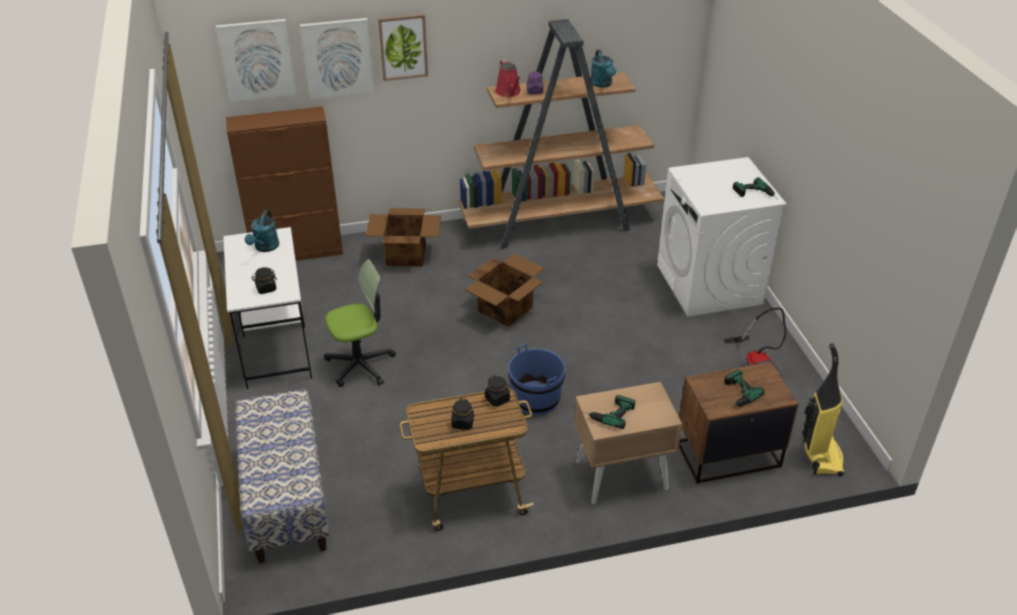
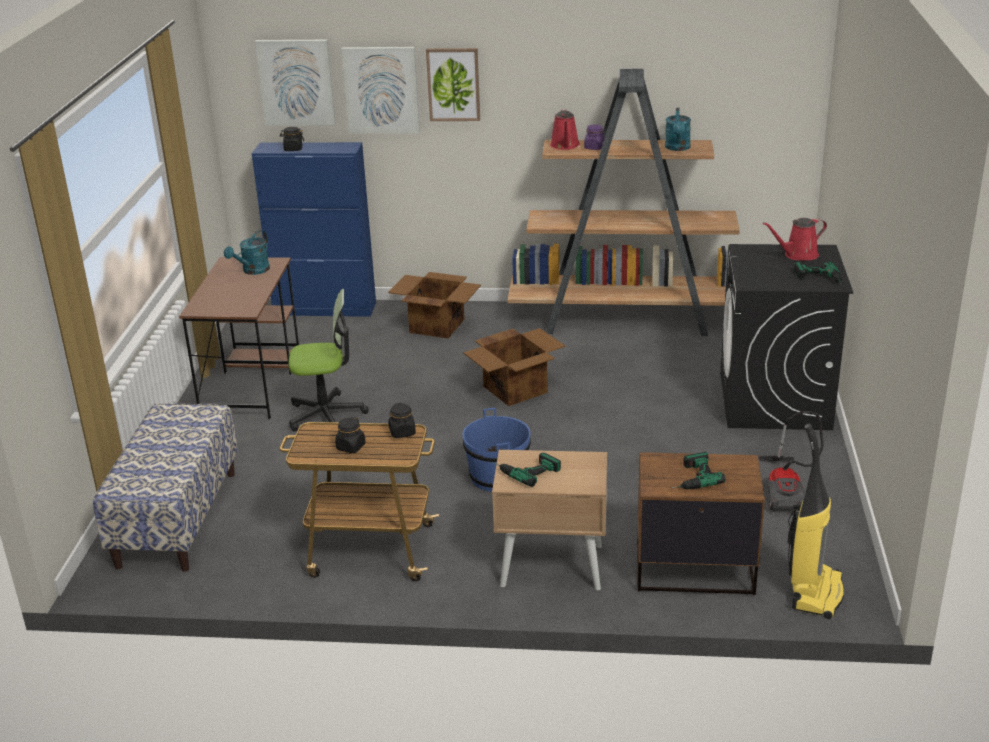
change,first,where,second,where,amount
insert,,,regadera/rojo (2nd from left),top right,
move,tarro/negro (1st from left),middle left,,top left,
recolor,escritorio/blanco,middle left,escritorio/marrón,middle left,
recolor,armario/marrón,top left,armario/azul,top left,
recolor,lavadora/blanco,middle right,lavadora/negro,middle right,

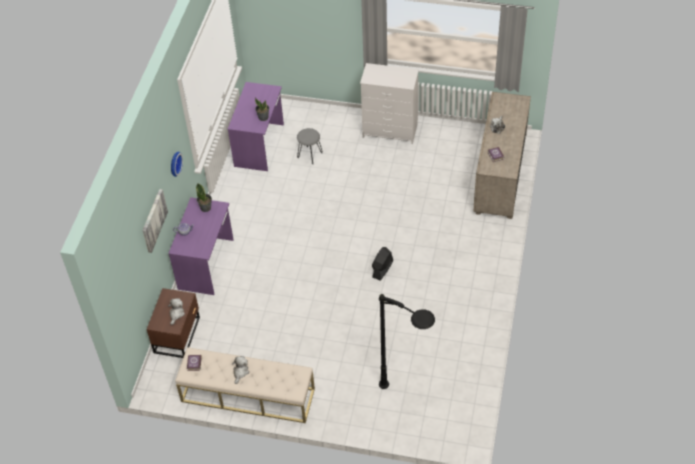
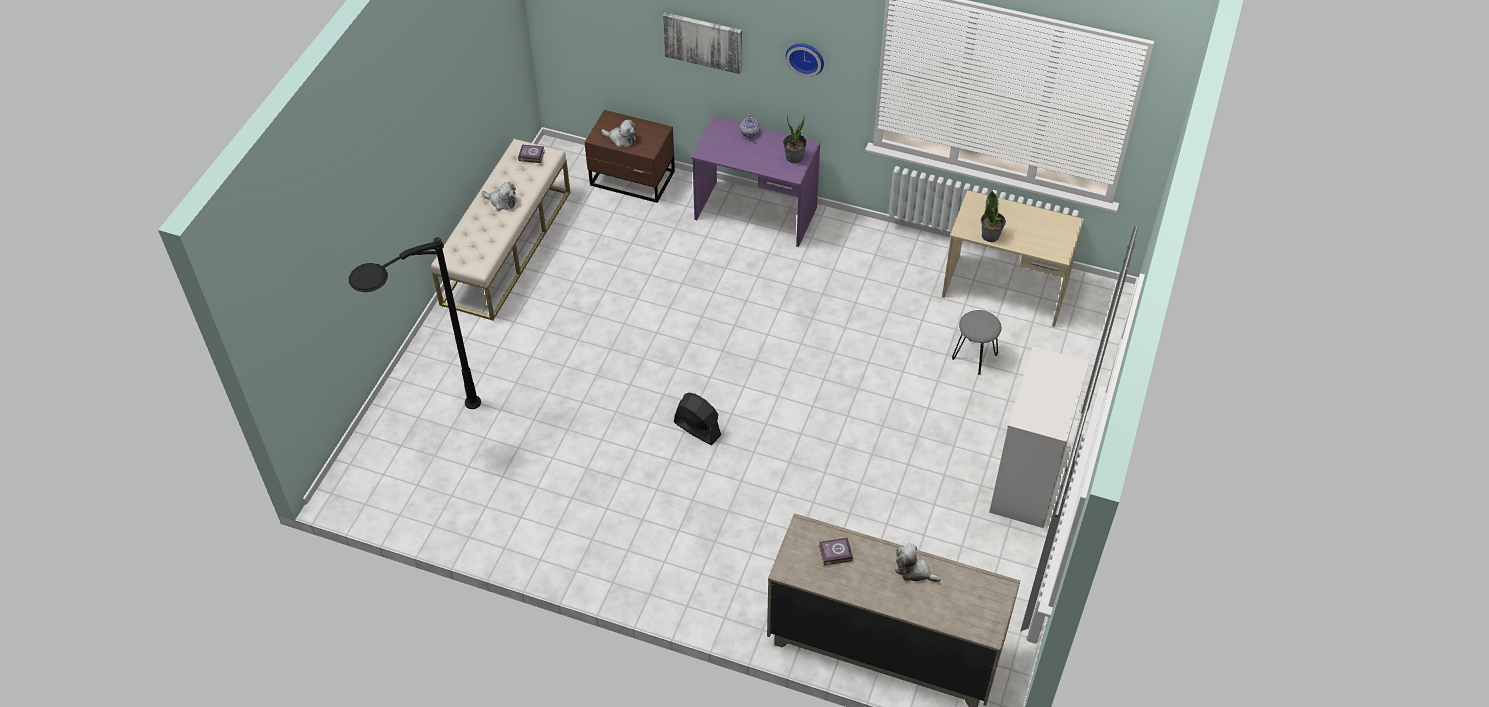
change,first,where,second,where,amount
recolor,escritorio/morado (2nd from left),top centre,escritorio/beis,middle right,

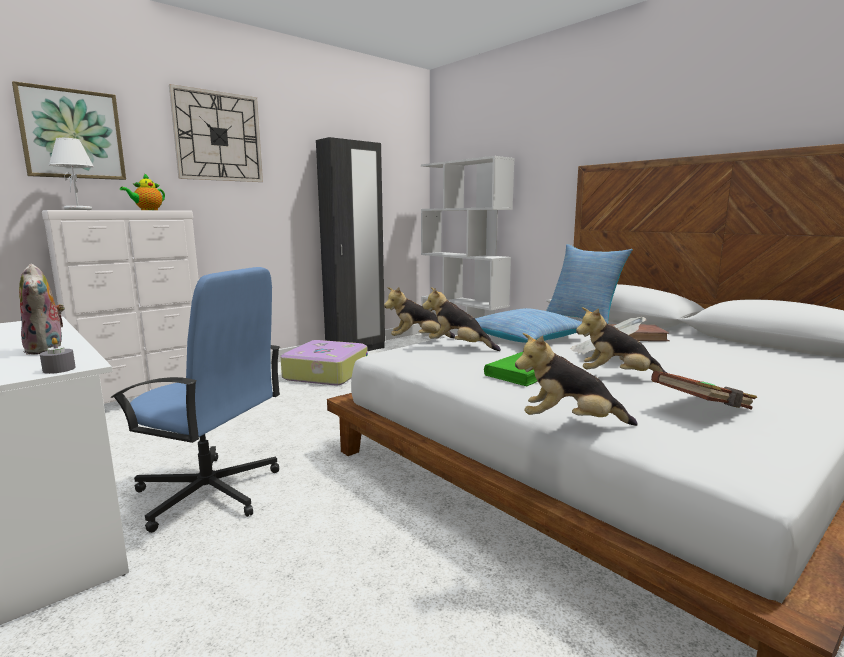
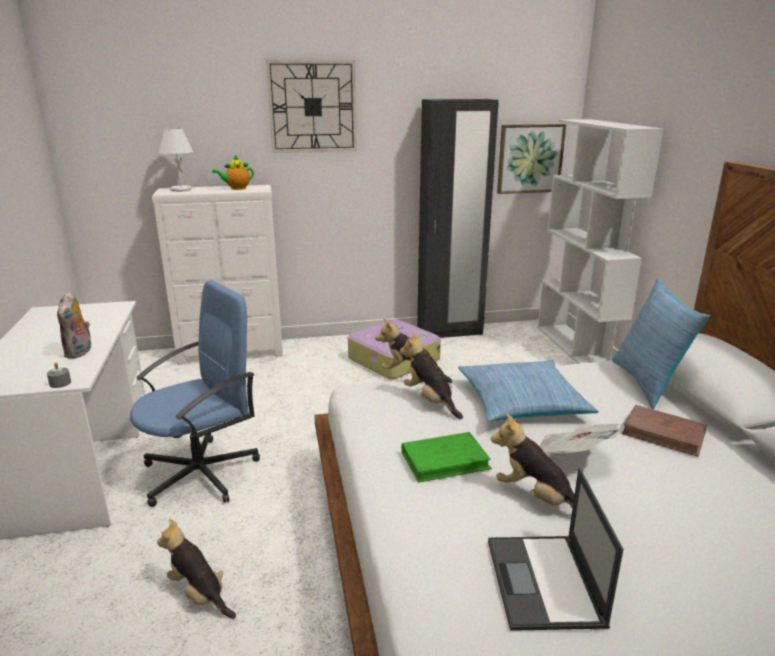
change,first,where,second,where,amount
move,cuadro,top left,,top right,
move,peluche (4th from left in the first image),middle right,peluche (2nd from left),bottom left,
replace,libro/marrón (2nd from left),middle right,portátil,bottom right,
rotate,silla de oficina/azul,middle left,,middle left,90 degrees counterclockwise

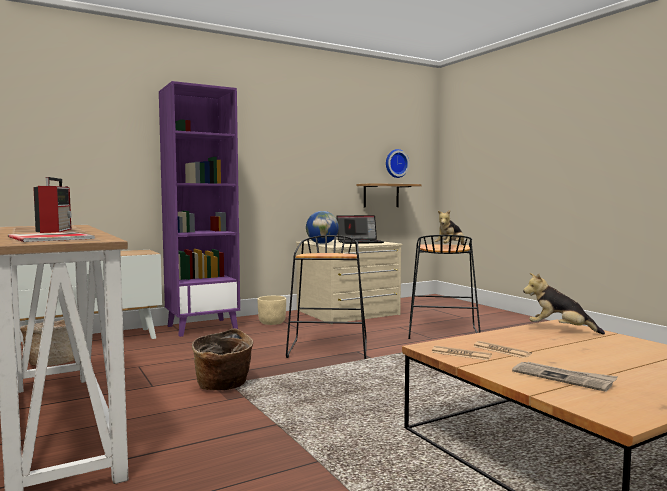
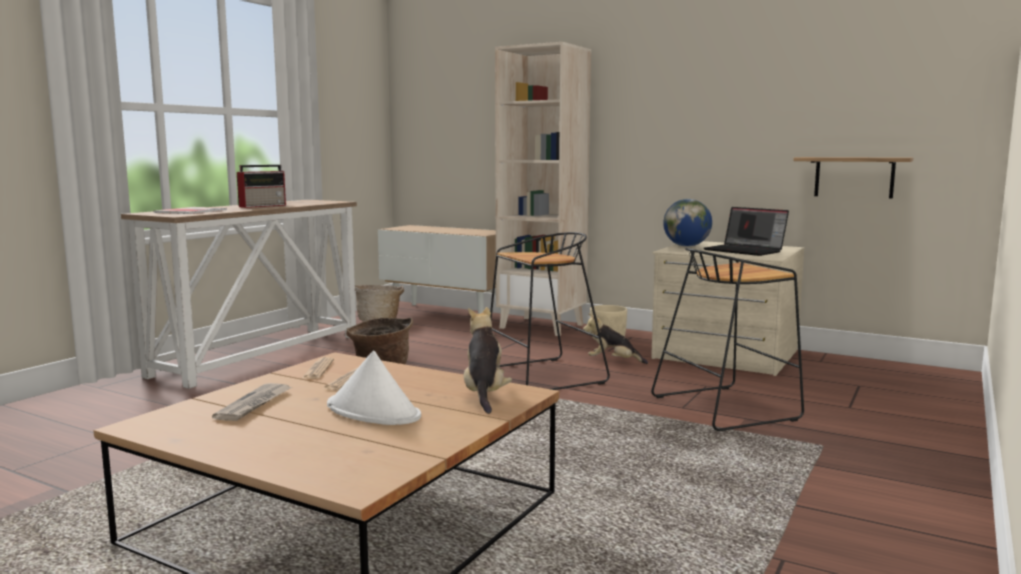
change,first,where,second,where,amount
delete,reloj de pared,top centre,,,
insert,,,sombrero/blanco,bottom centre,
move,peluche (1st from left in the first image),middle right,peluche (2nd from left),centre,
recolor,estantería/morado,middle left,estantería/beis,top centre,

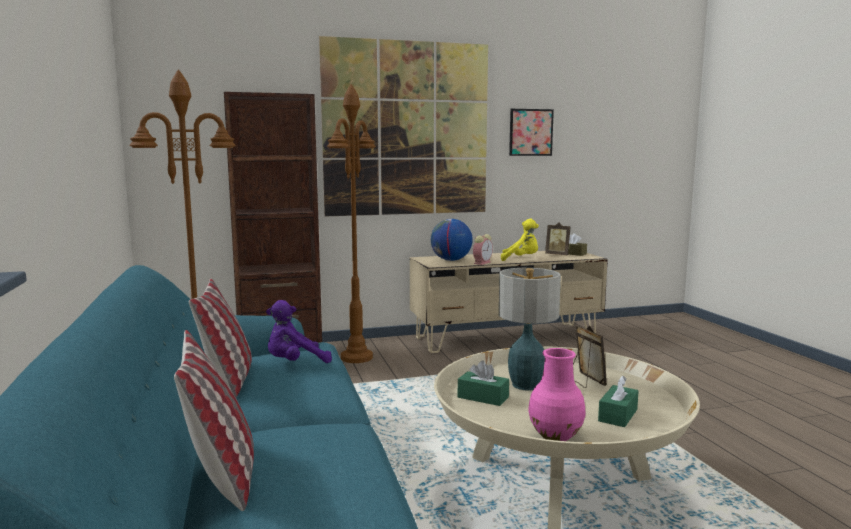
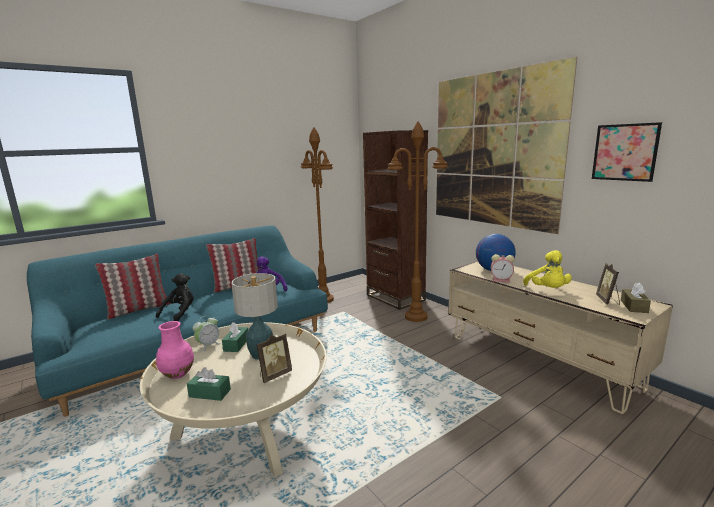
change,first,where,second,where,amount
insert,,,peluche/negro,middle left,
insert,,,despertador (1st from left),middle left,

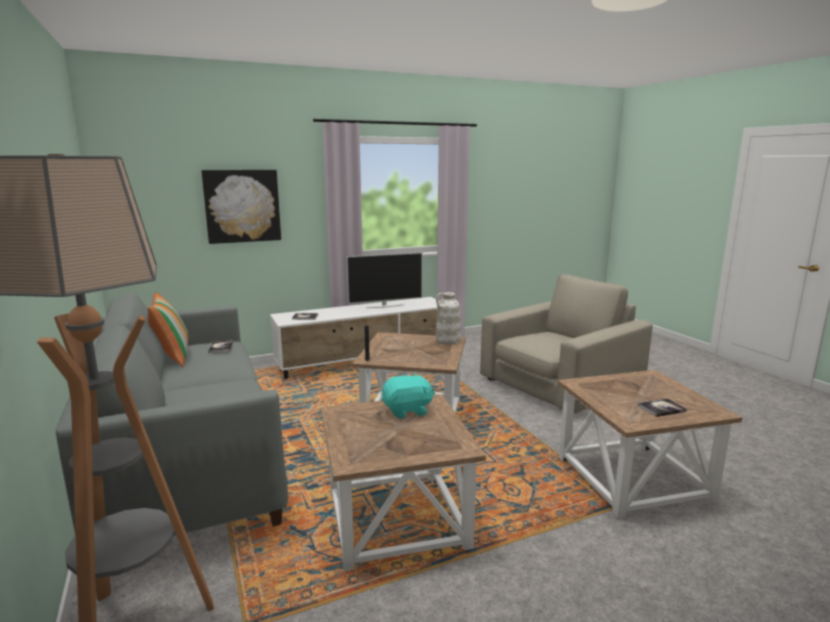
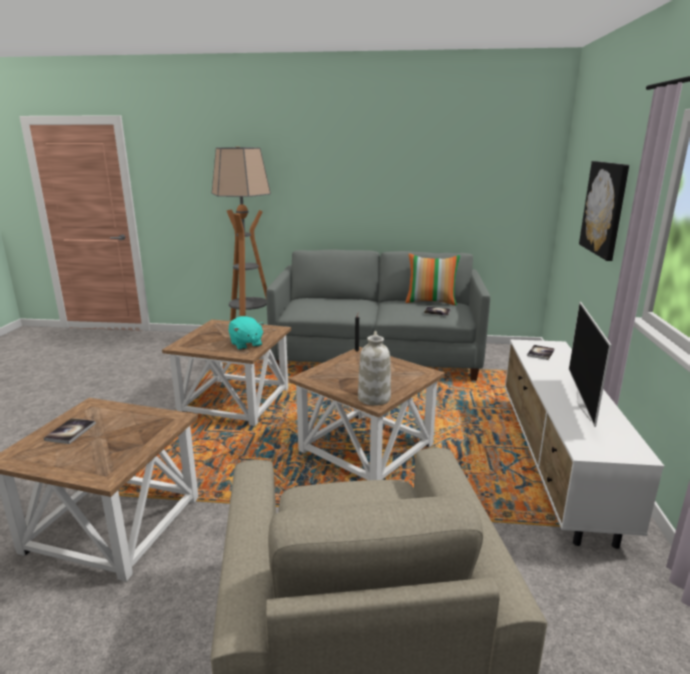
change,first,where,second,where,amount
rotate,peluche/turquesa,centre,,centre,45 degrees counterclockwise

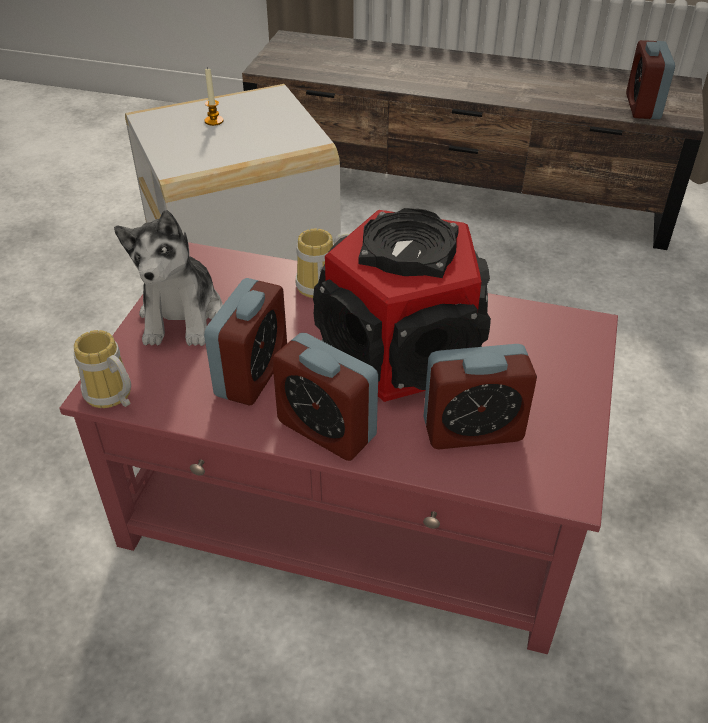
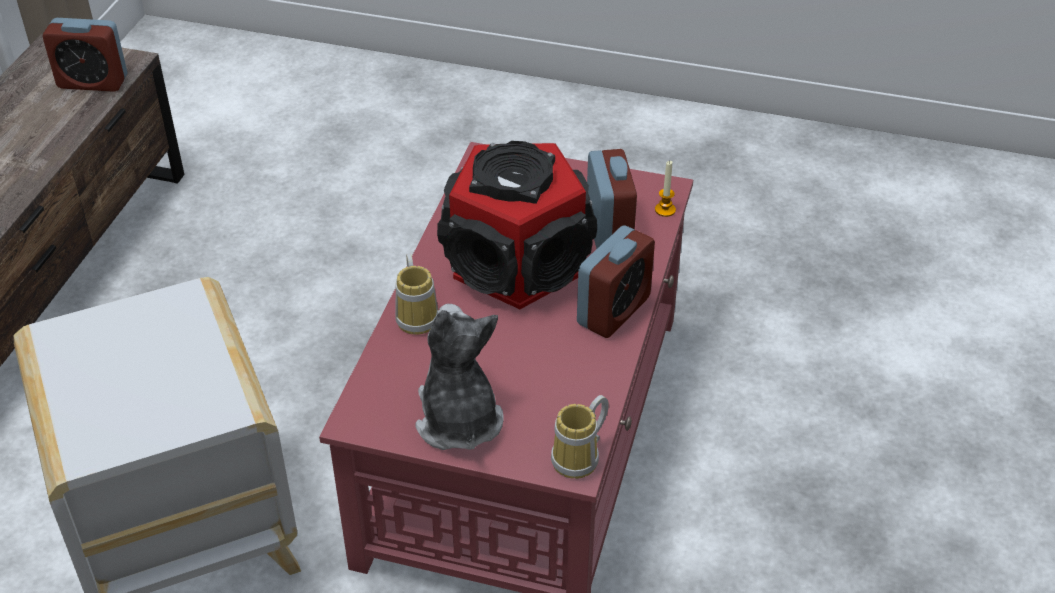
change,first,where,second,where,amount
delete,despertador (1st from left),centre,,,
move,vela,top left,,top centre,
rotate,peluche,middle left,,centre,105 degrees counterclockwise

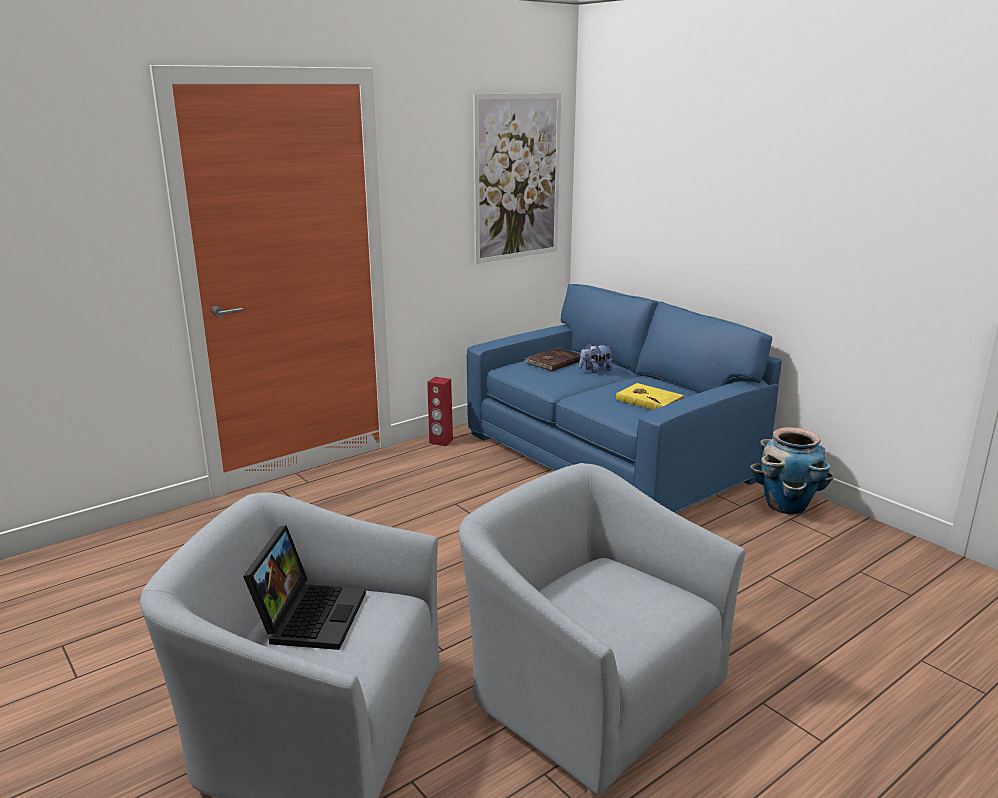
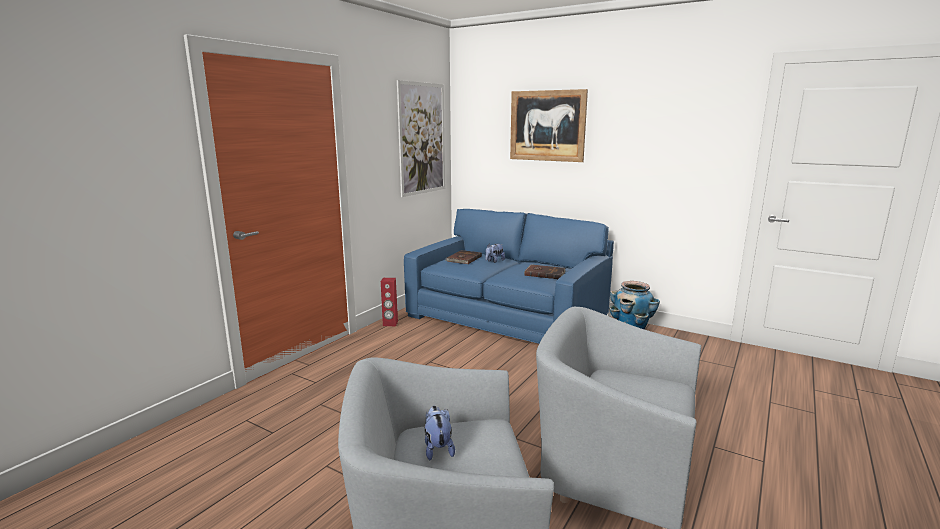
change,first,where,second,where,amount
insert,,,cuadro (2nd from left),top centre,
replace,portátil,bottom left,peluche (1st from left),bottom centre,
recolor,libro/amarillo,centre,libro/marrón (2nd from left),centre,

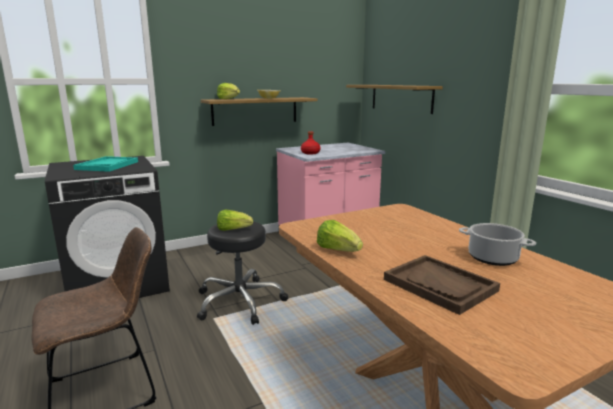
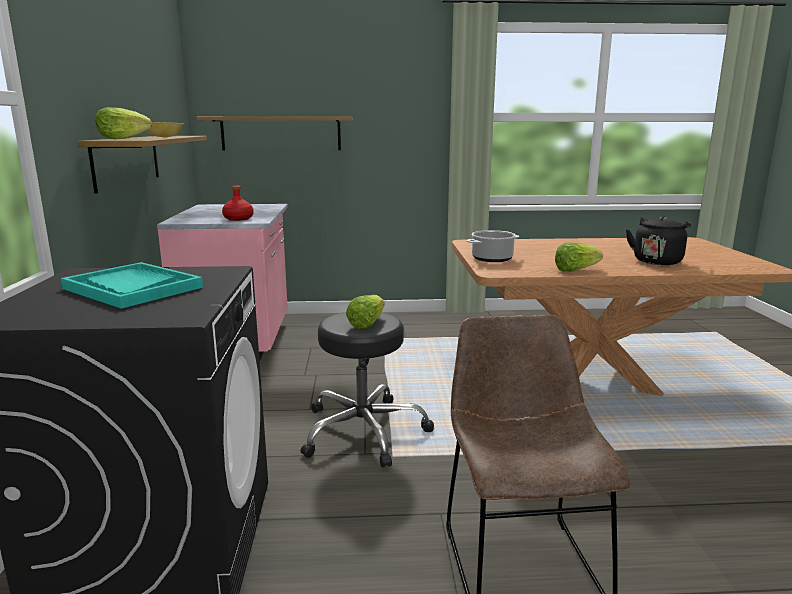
change,first,where,second,where,amount
move,olla,middle right,,centre,
replace,bandeja/marrón,bottom right,hervidor/negro,middle right,

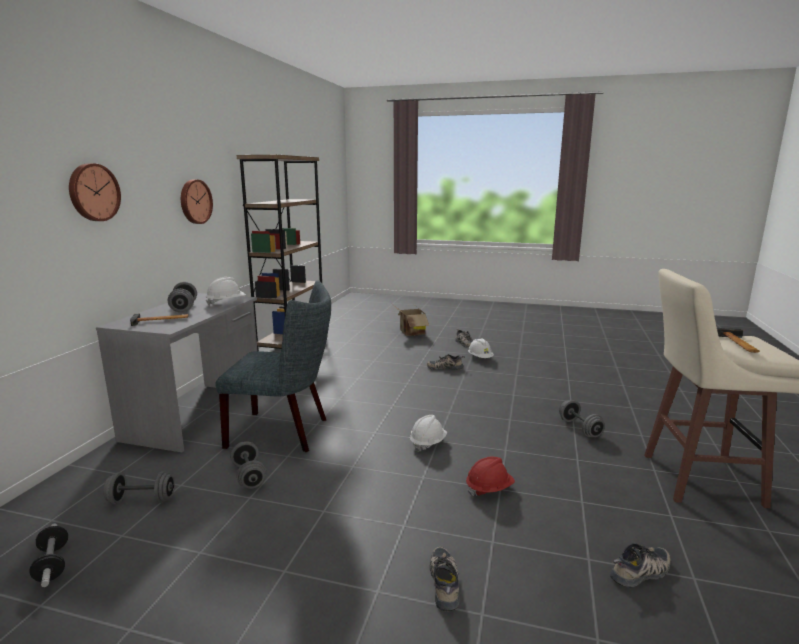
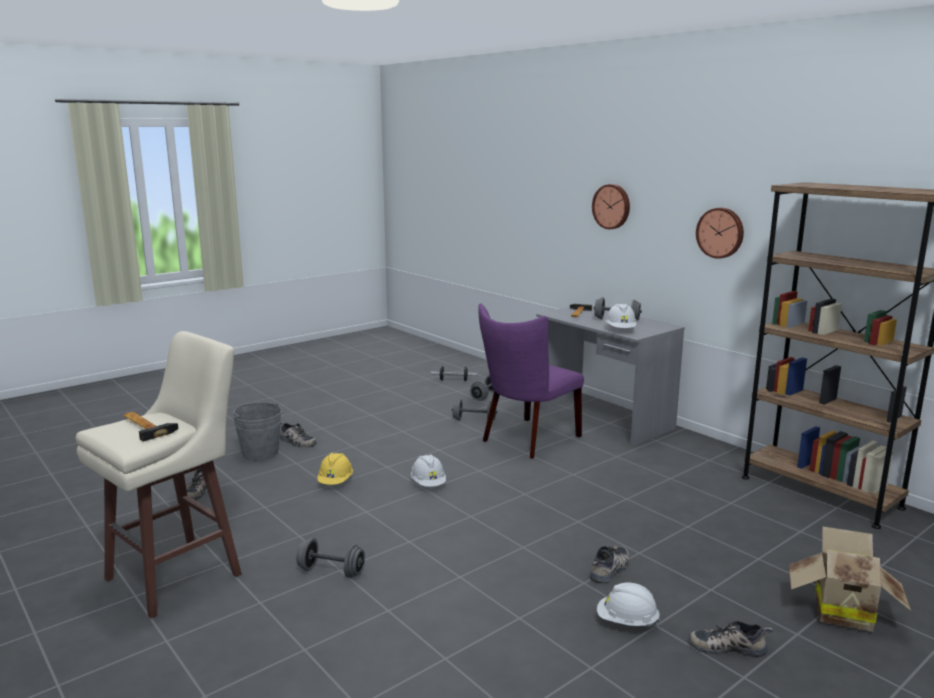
change,first,where,second,where,amount
insert,,,cubo/gris,middle left,
recolor,silla/gris,centre,silla/morado,centre,
recolor,casco/rojo,bottom centre,casco/amarillo,bottom centre,

